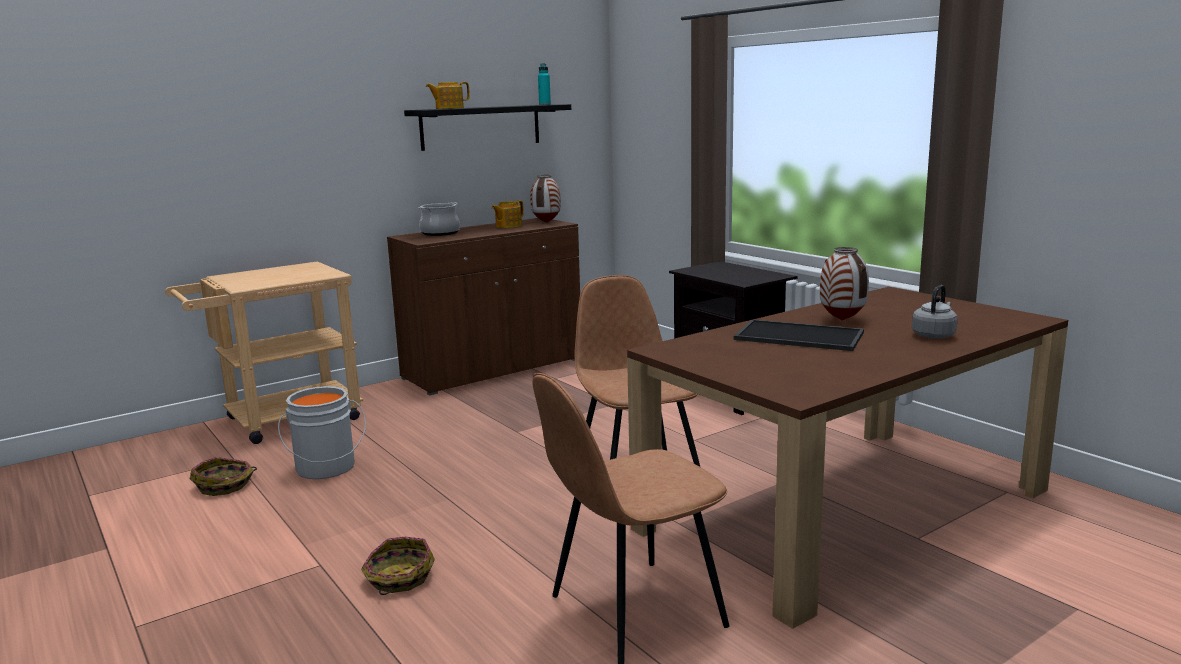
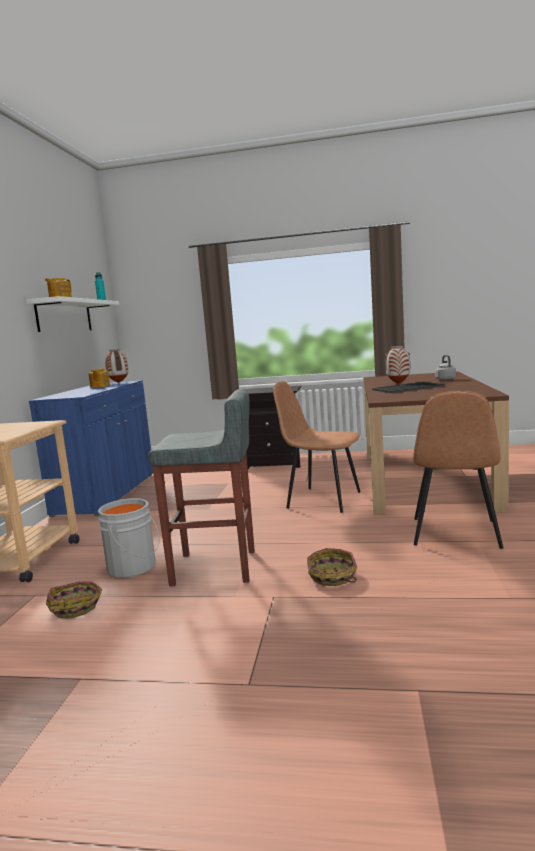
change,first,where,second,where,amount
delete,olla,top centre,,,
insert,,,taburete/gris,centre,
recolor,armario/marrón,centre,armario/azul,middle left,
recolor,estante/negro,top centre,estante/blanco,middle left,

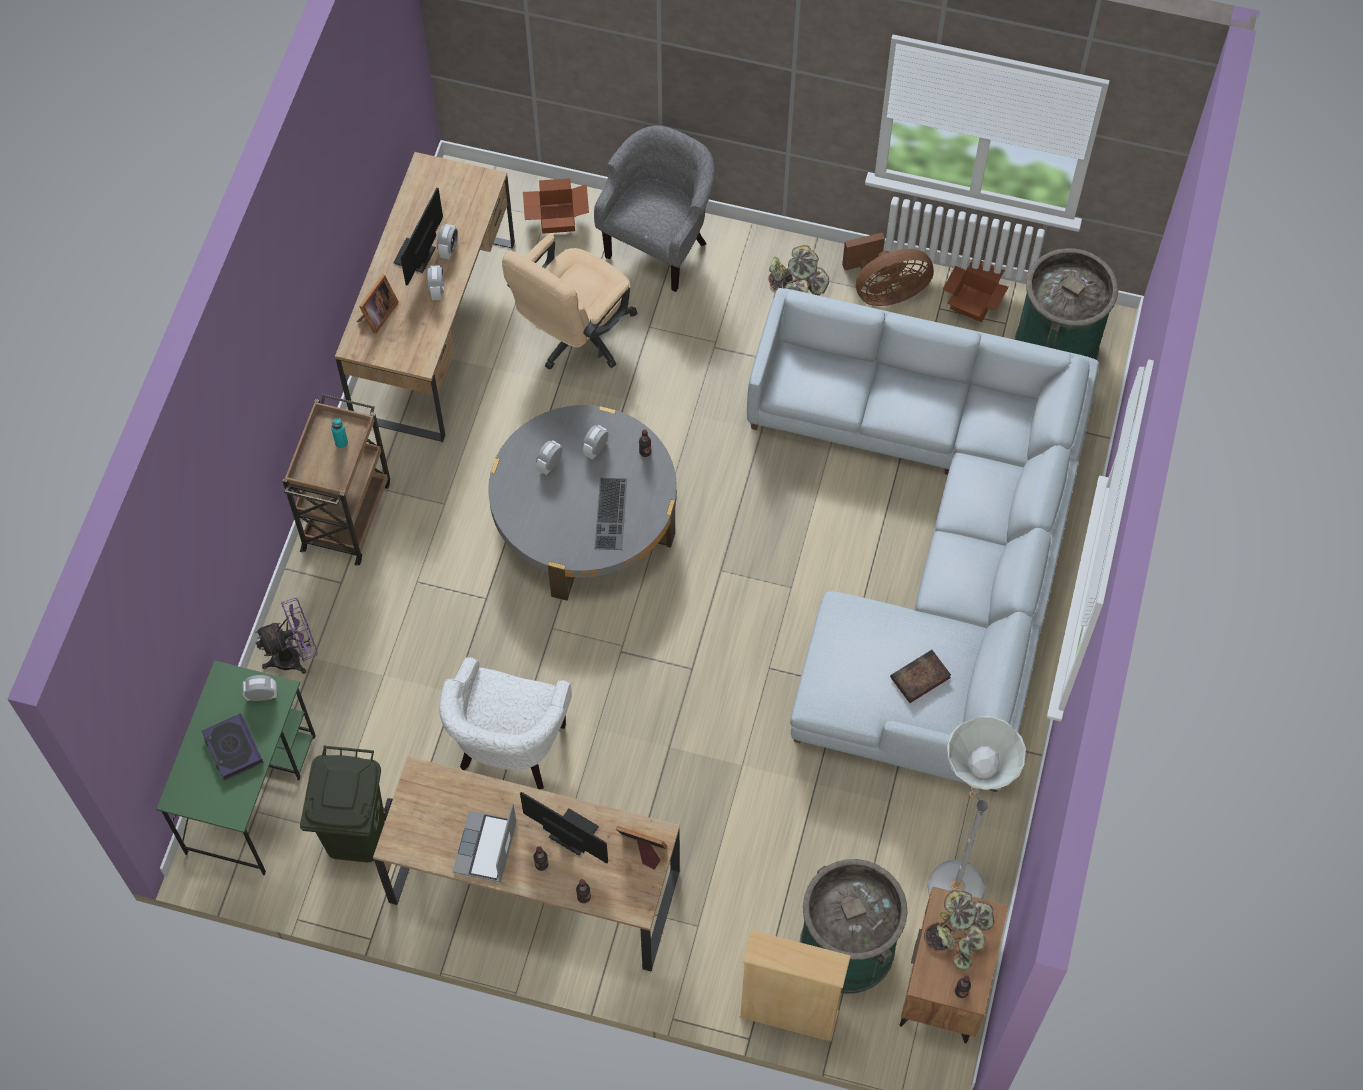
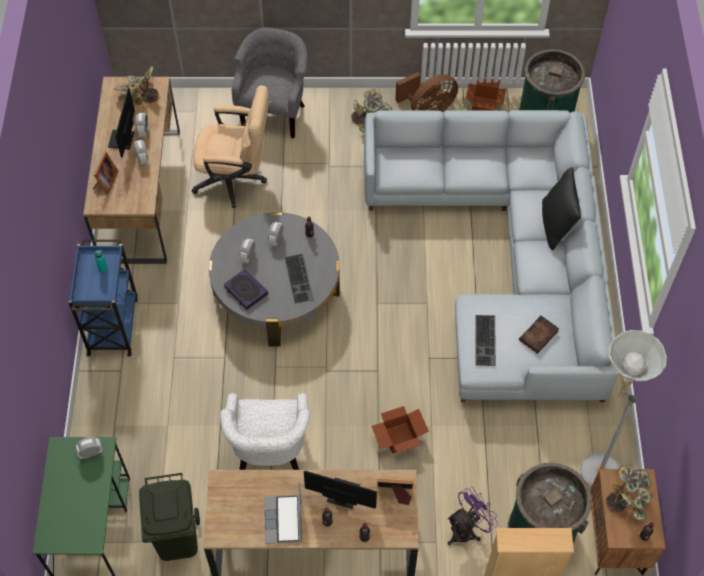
change,first,where,second,where,amount
insert,,,planta en maceta (1st from left),top left,
insert,,,teclado (2nd from left),middle right,
insert,,,cojín/negro,middle right,
move,libro (1st from left),bottom left,,centre,
move,ventilador/morado,middle left,,bottom right,
move,caja de cartón (1st from left),top centre,,bottom centre,
recolor,carrito/marrón,middle left,carrito/azul,middle left,
rotate,silla de oficina/beis,top centre,,top left,105 degrees counterclockwise

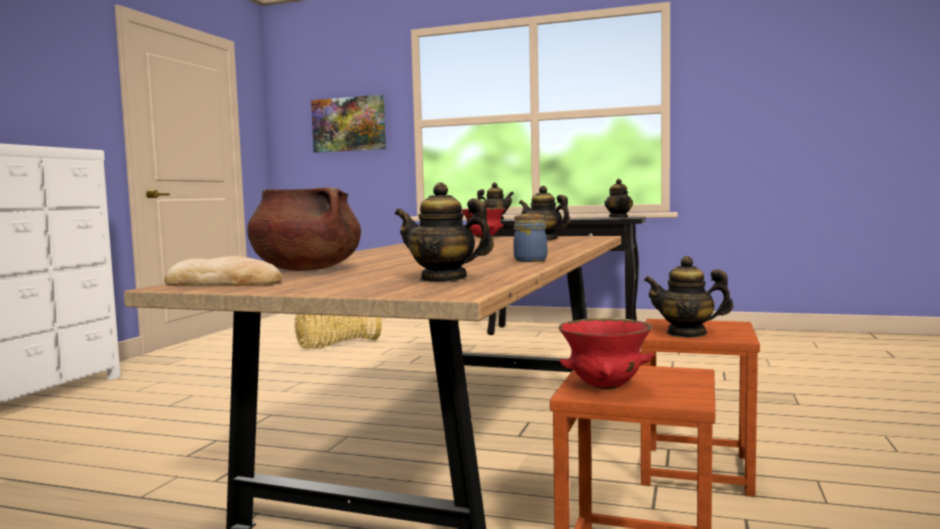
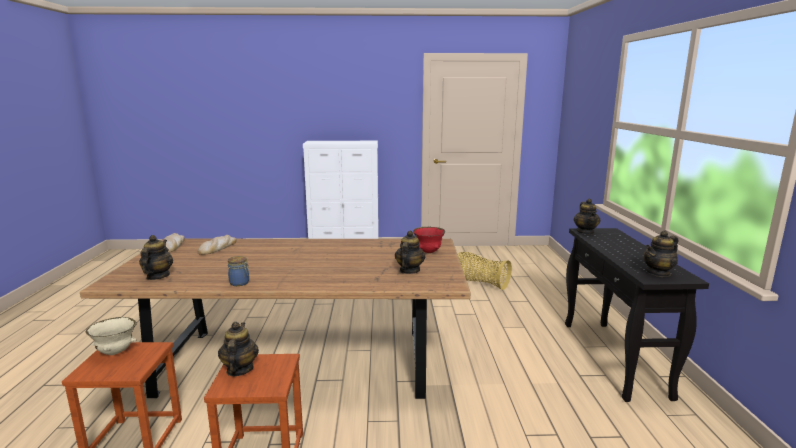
change,first,where,second,where,amount
delete,cuadro,top centre,,,
replace,olla/marrón,middle left,pan (2nd from left),middle left,
recolor,cuenco/rojo (2nd from left),bottom centre,cuenco/beis,bottom left,

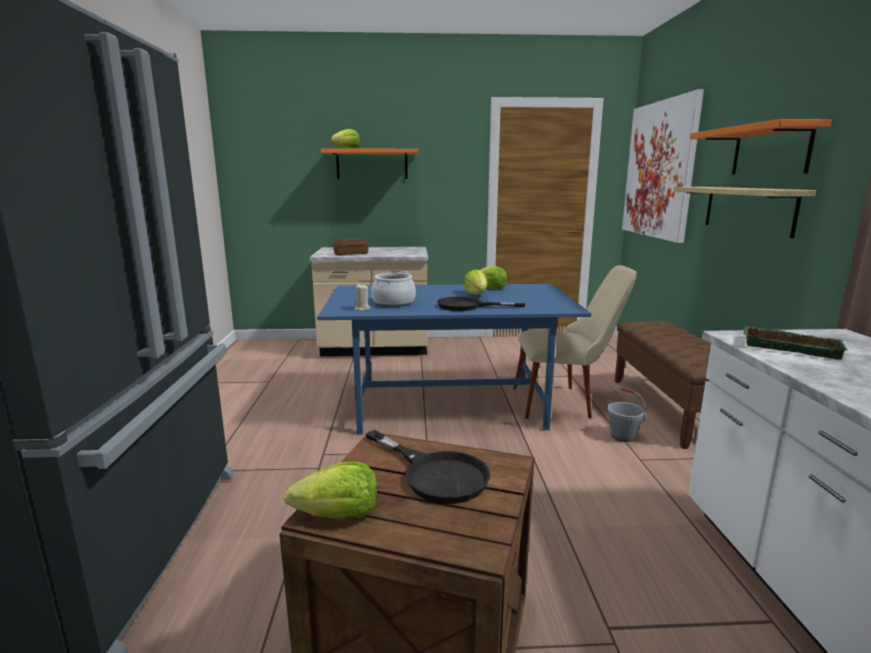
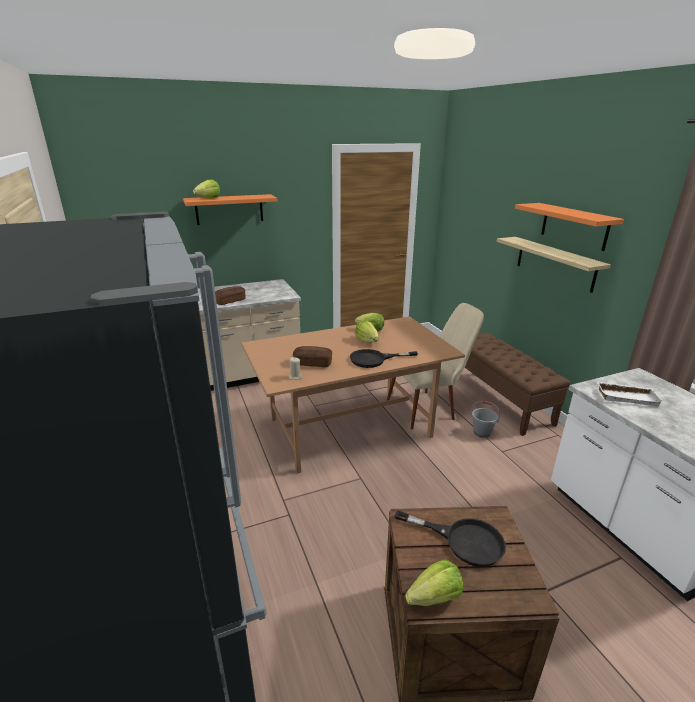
change,first,where,second,where,amount
delete,cuadro,top right,,,
replace,olla,centre,pan (2nd from left),centre,
recolor,mesa de comedor/azul,centre,mesa de comedor/marrón,centre,
recolor,bandeja/verde,middle right,bandeja/blanco,middle right,

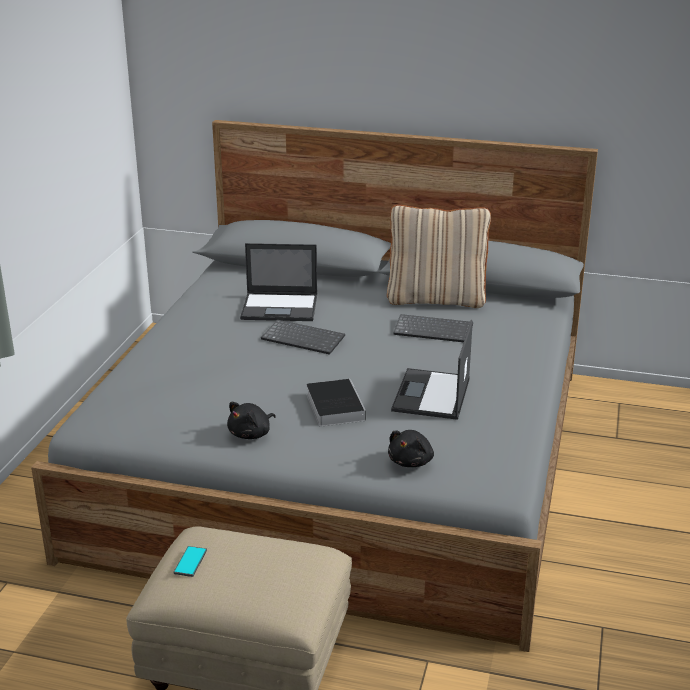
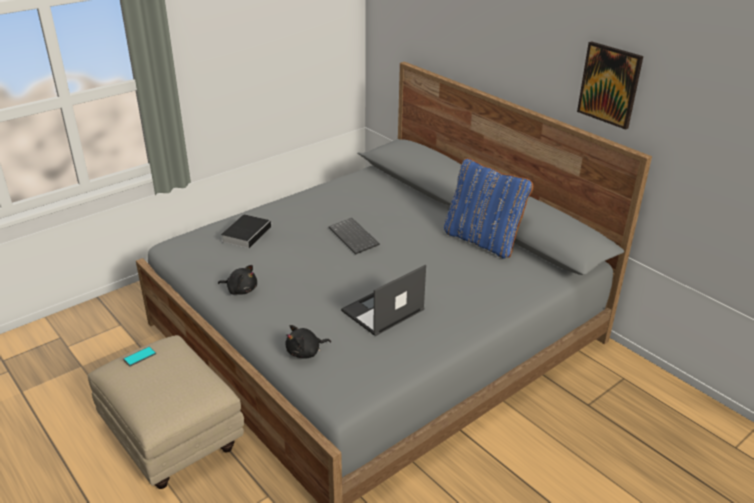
change,first,where,second,where,amount
delete,portátil (1st from left),centre,,,
delete,teclado (2nd from left),centre,,,
insert,,,cuadro,top right,
move,libro,centre,,middle left,
recolor,cojín/beis,centre,cojín/azul,centre,
rotate,peluche/negro (1st from left),centre,,middle left,150 degrees counterclockwise

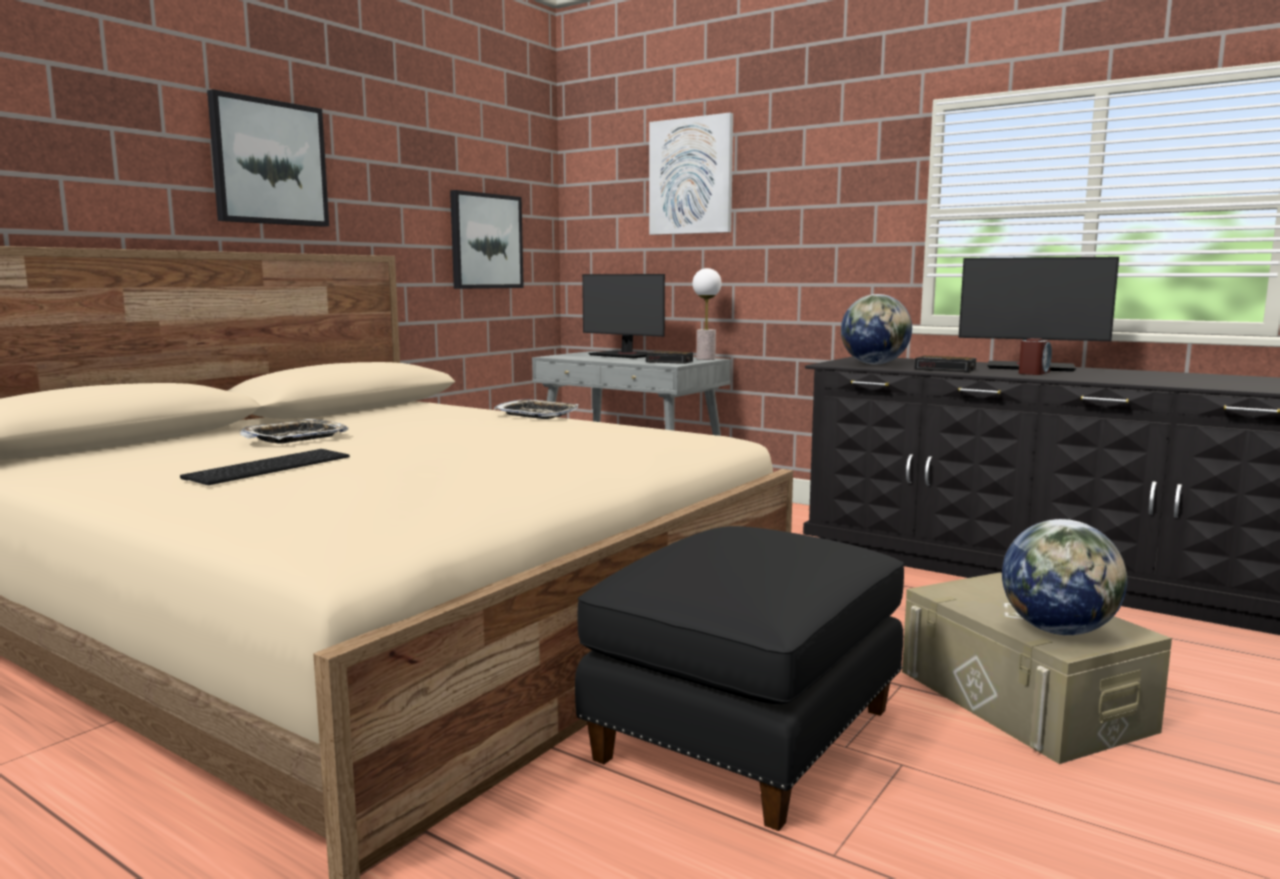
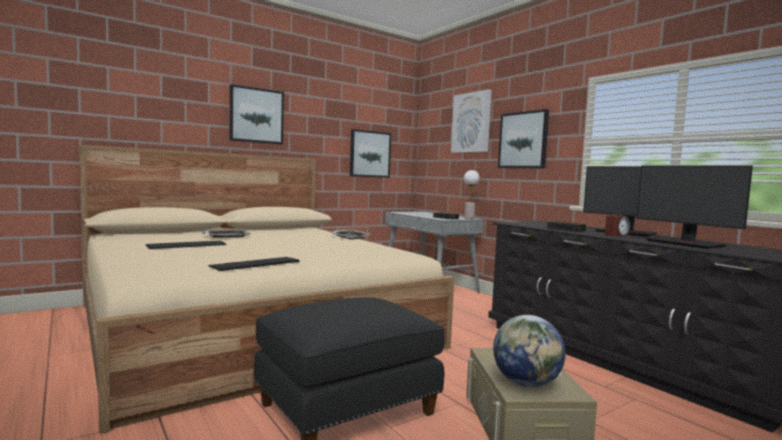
change,first,where,second,where,amount
delete,globo terráqueo (1st from left),middle right,,,
insert,,,teclado (2nd from left),middle left,
insert,,,cuadro (4th from left),top right,
move,monitor (1st from left in the first image),centre,monitor (2nd from left),middle right,

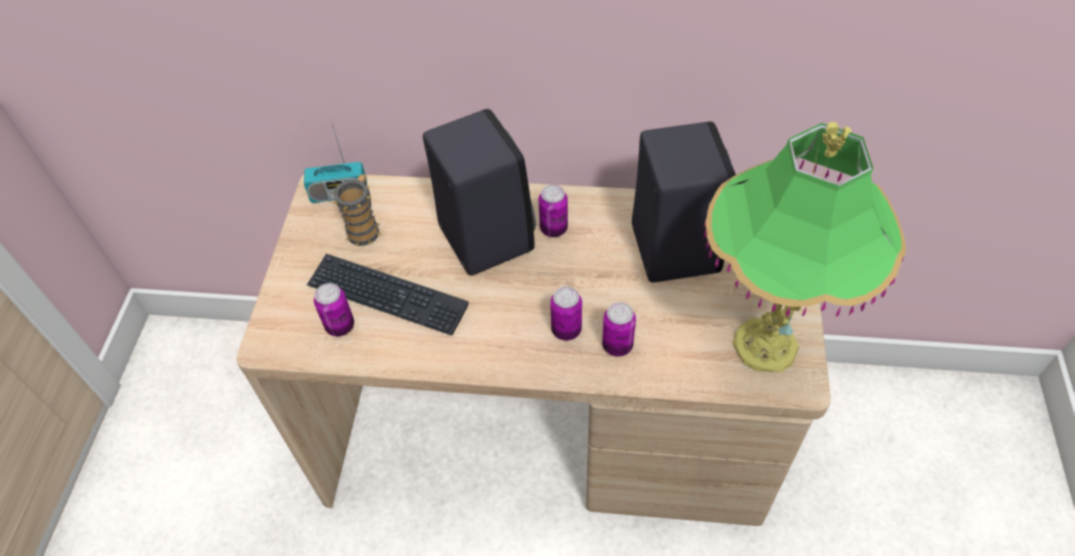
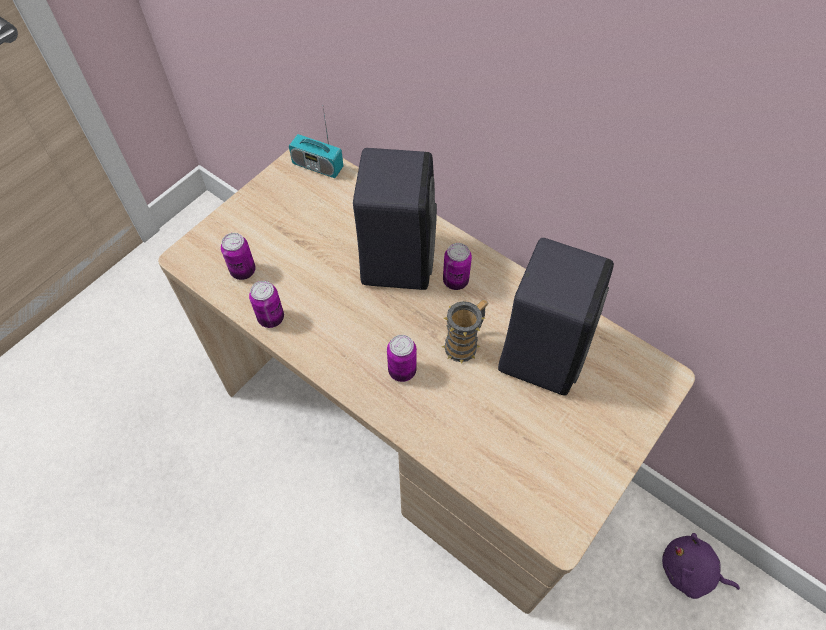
change,first,where,second,where,amount
delete,teclado,centre,,,
delete,lámpara de mesa,middle right,,,
insert,,,peluche/morado,bottom right,
move,taza grande,middle left,,centre,
move,lata (4th from left in the first image),centre,lata (2nd from left),middle left,

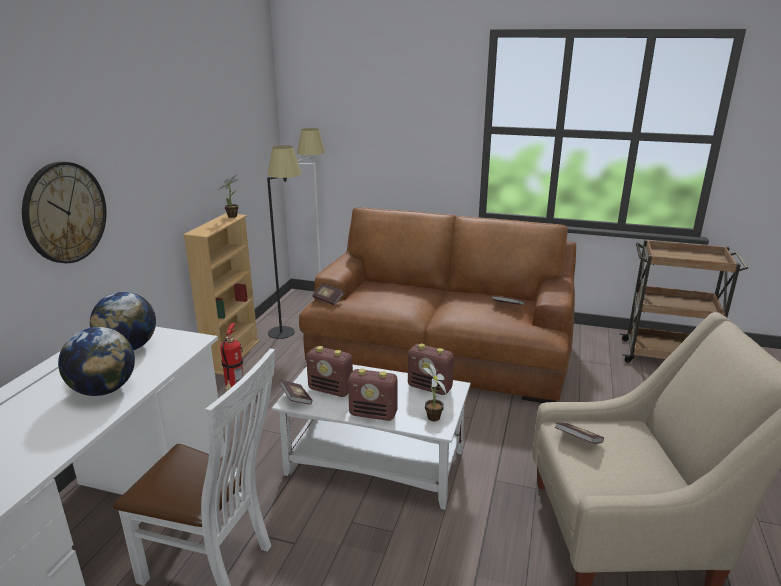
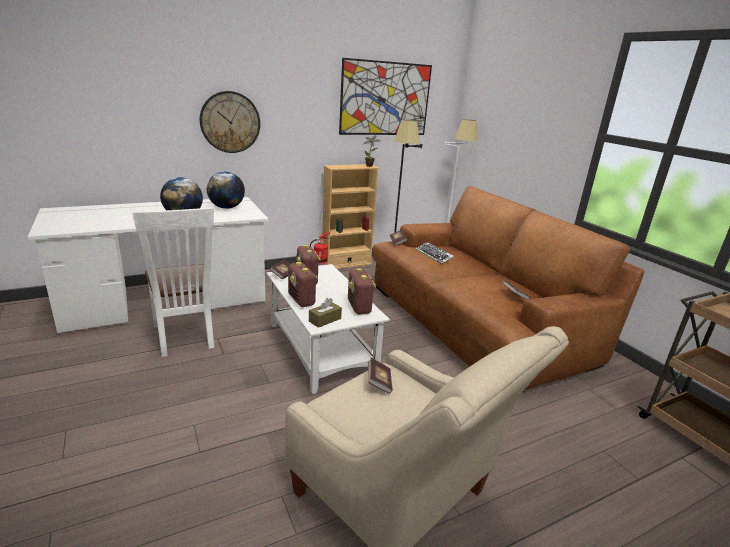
change,first,where,second,where,amount
insert,,,cuadro,top centre,
insert,,,teclado,centre,
replace,planta en maceta (2nd from left),bottom centre,caja de pañuelos/marrón,centre,

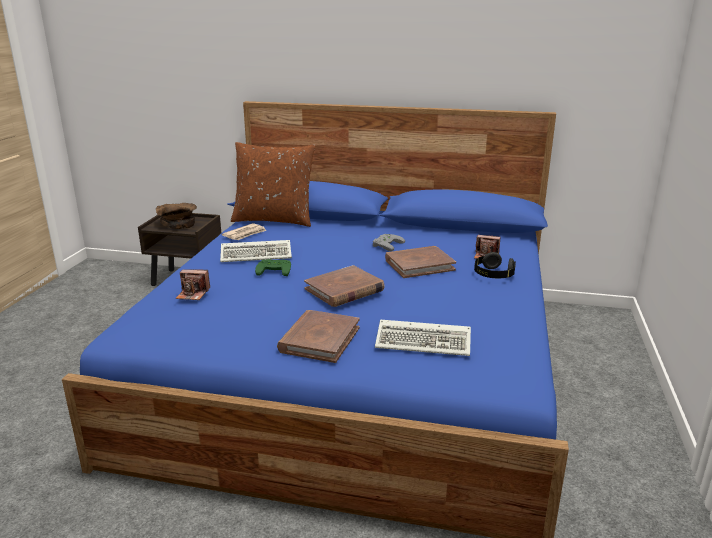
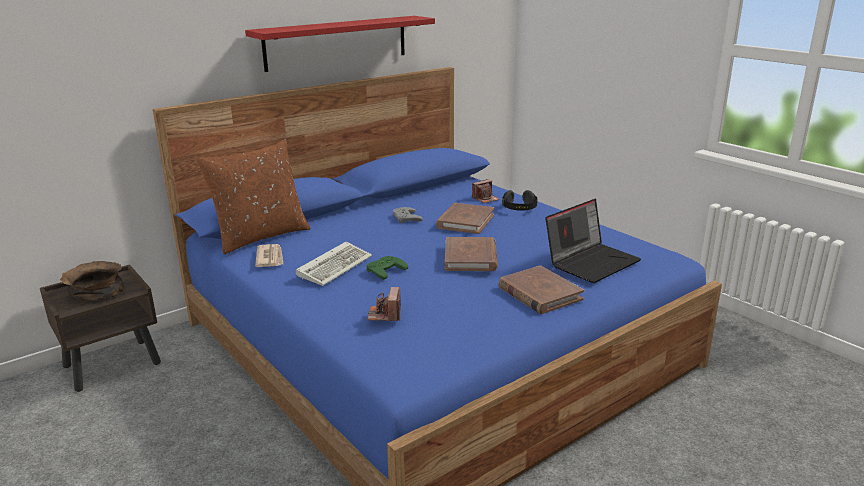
change,first,where,second,where,amount
insert,,,estante/rojo,top centre,
replace,teclado (2nd from left),centre,portátil,middle right,
rotate,cámara (1st from left),middle left,,centre,135 degrees clockwise

